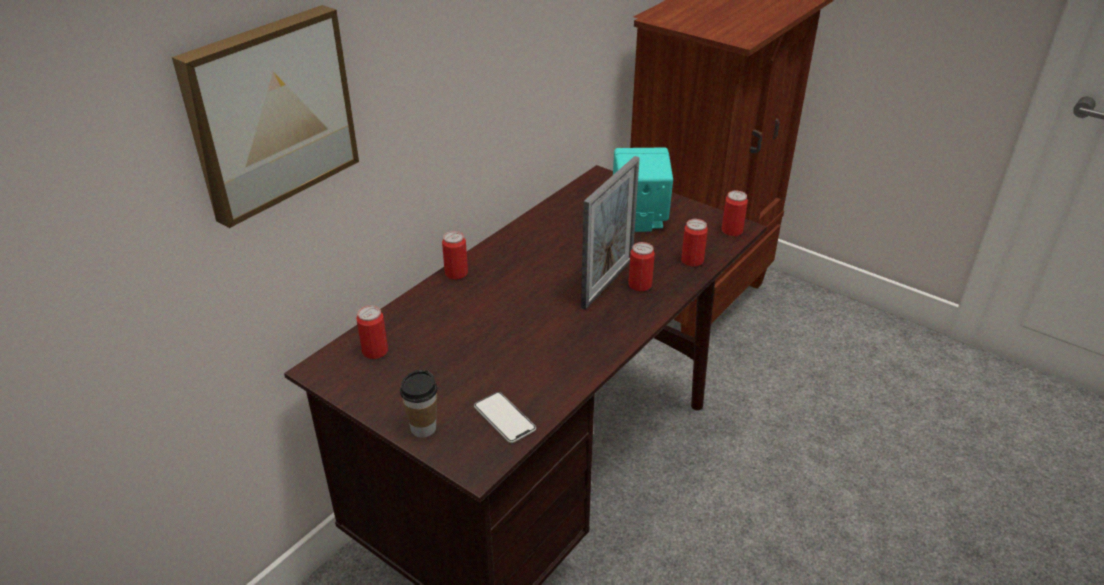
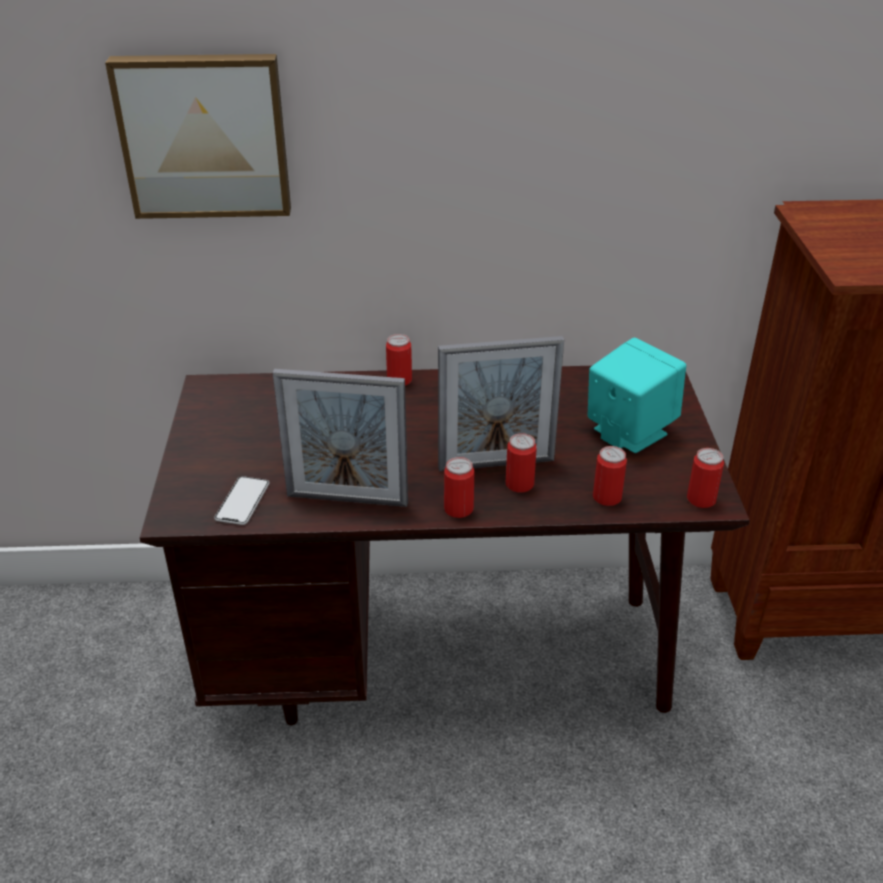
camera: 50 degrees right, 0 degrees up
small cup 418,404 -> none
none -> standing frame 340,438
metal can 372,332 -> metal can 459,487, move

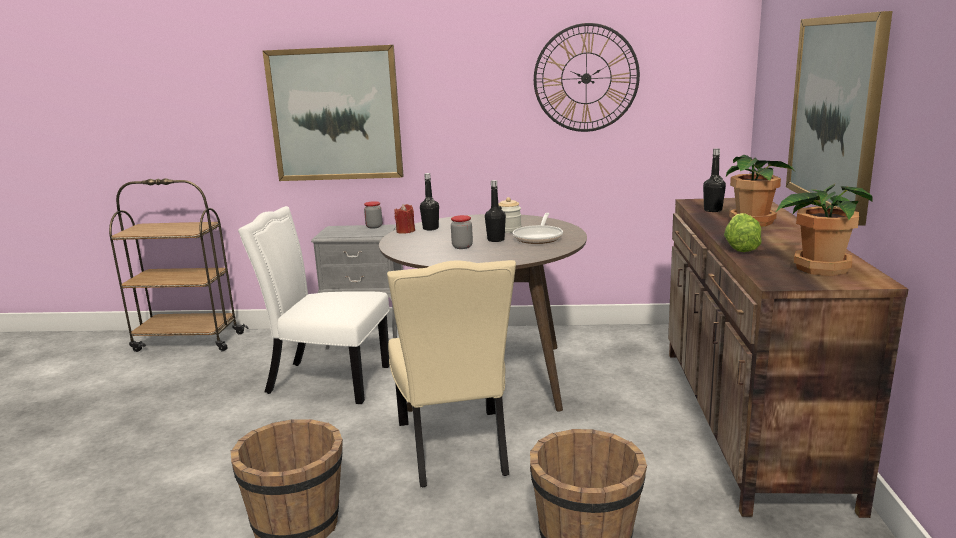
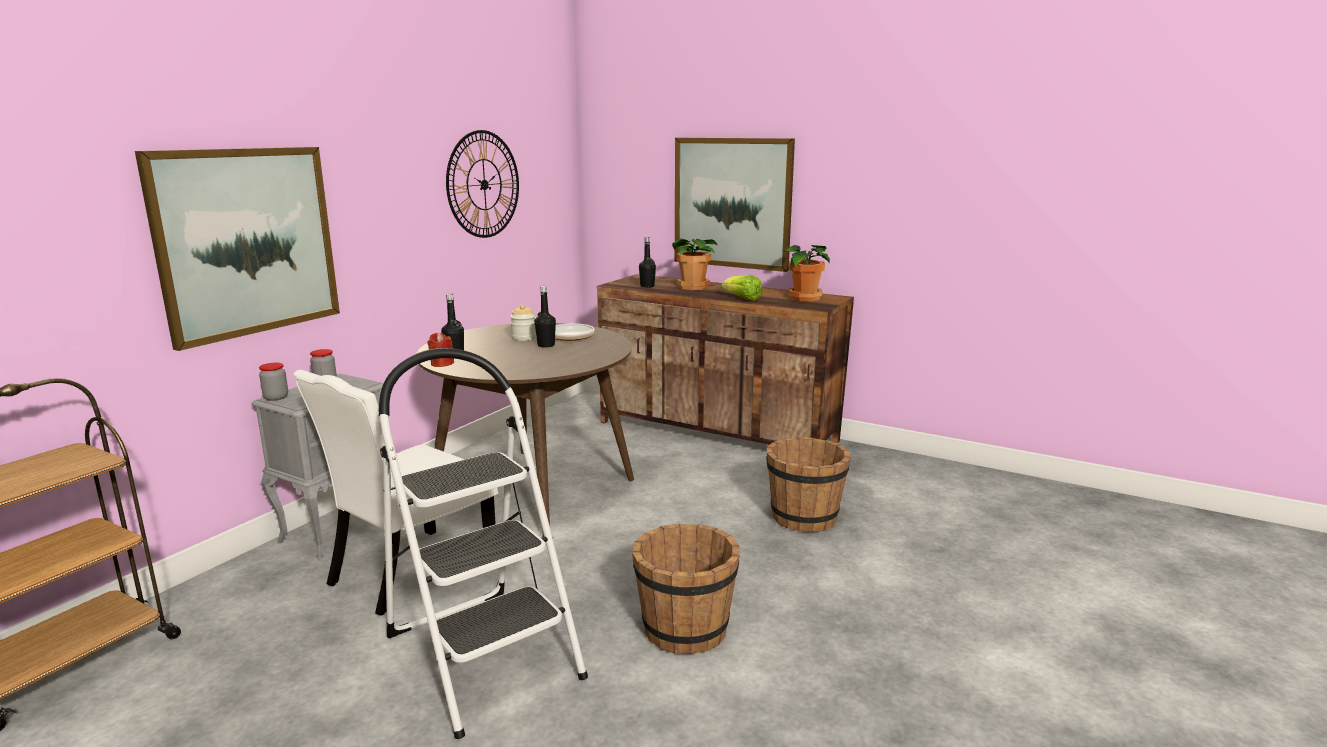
camera: 65 degrees left, 0 degrees up
plain chair (beige-coloured) 451,373 -> none
none -> step stool 483,543
jar 462,232 -> jar 273,382, move

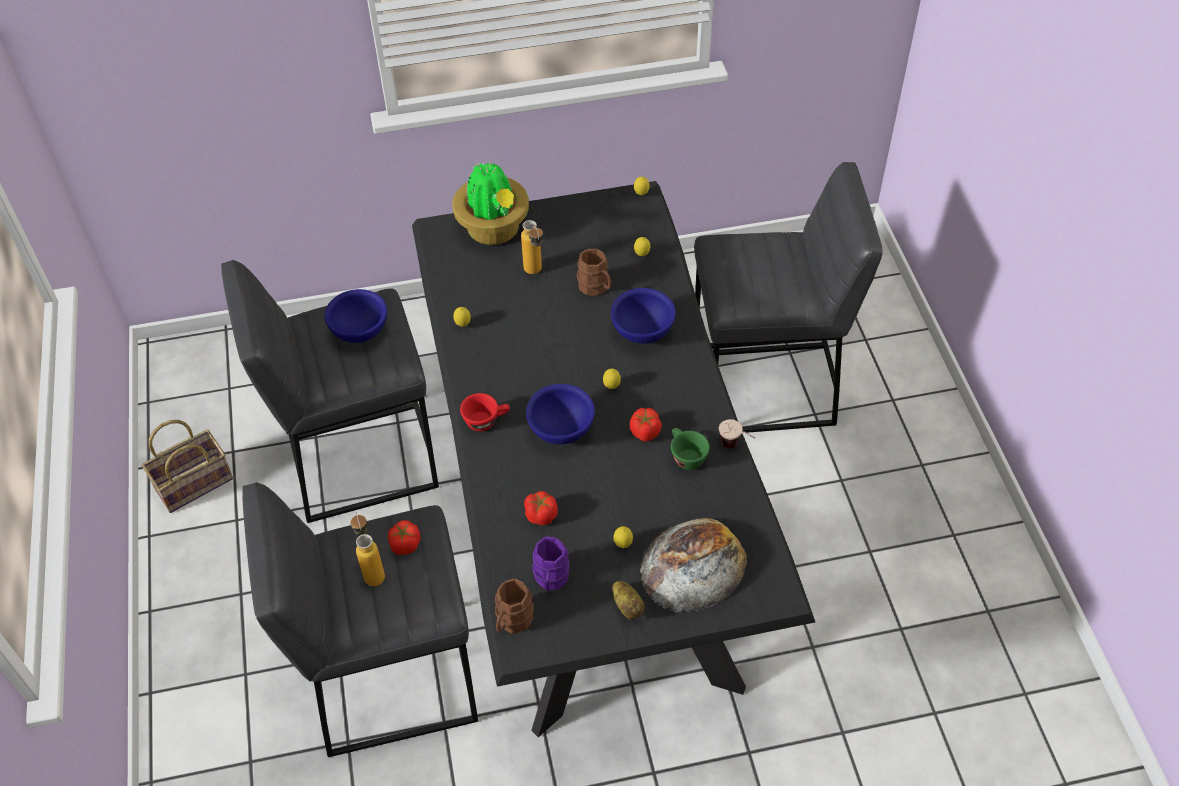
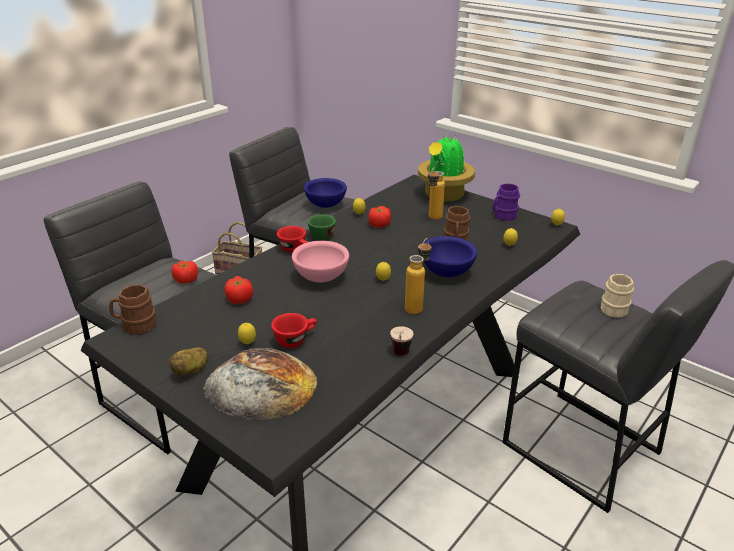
camera: 50 degrees right, 20 degrees down
none -> small cup (reddish) 294,330
none -> tea mug (beige-coloured) 617,296
bottle 368,549 -> bottle 418,276, move
tea mug (purple) 551,564 -> tea mug (purple) 506,202, move
fresh tomato 645,425 -> fresh tomato 380,217, move
small cup (green) 690,449 -> small cup (green) 322,227, move
bowl (blue) 560,414 -> bowl (pink) 320,261

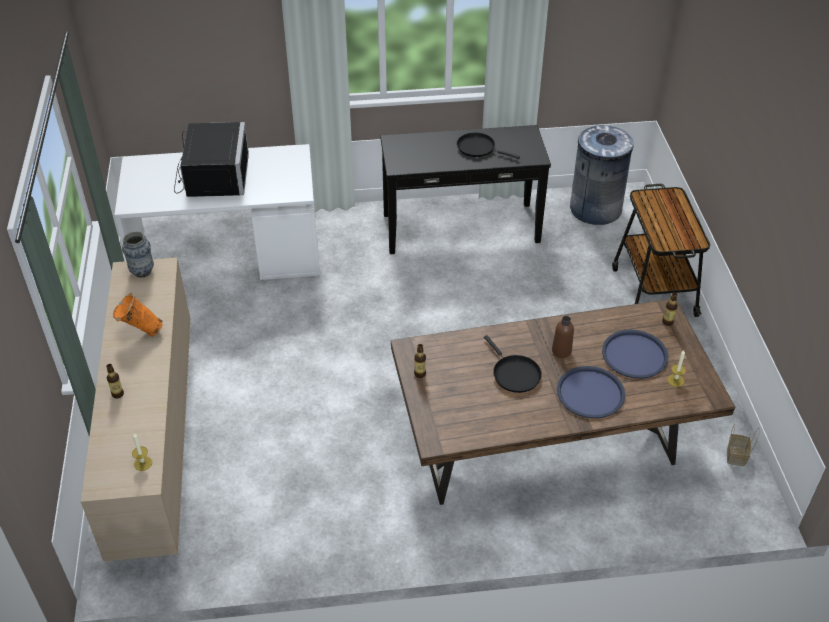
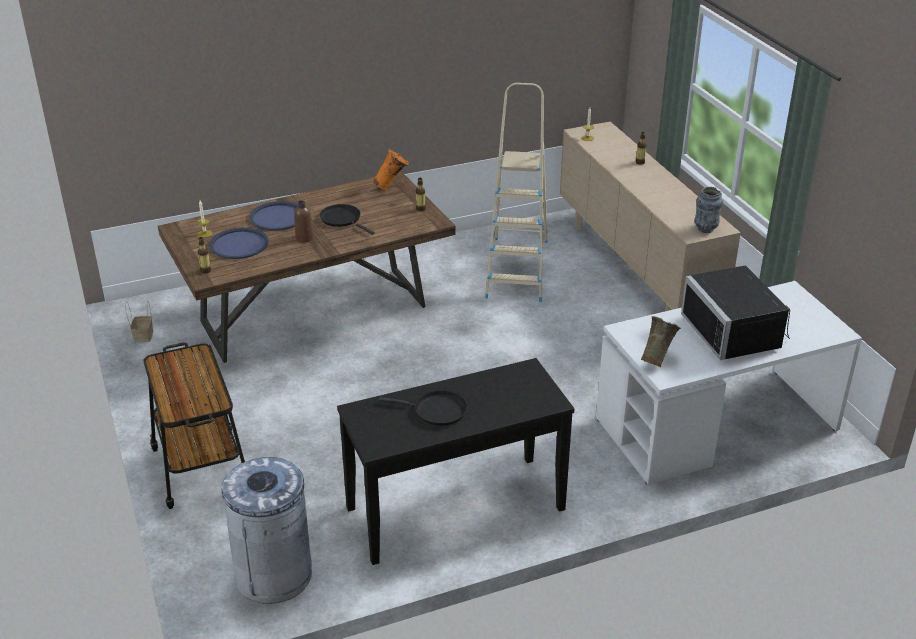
camera: 165 degrees right, 10 degrees down
none -> step stool (beige-coloured) 516,192
none -> vase (beige-coloured) 661,341
vase (orangey) 138,315 -> vase (orangey) 391,170, move

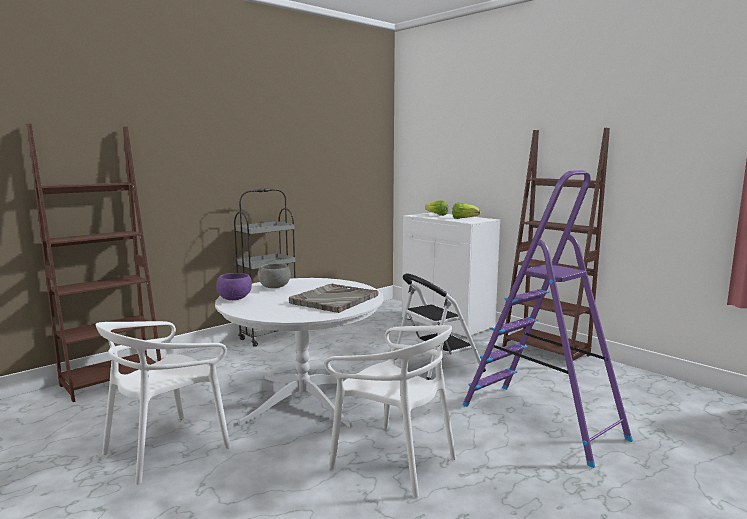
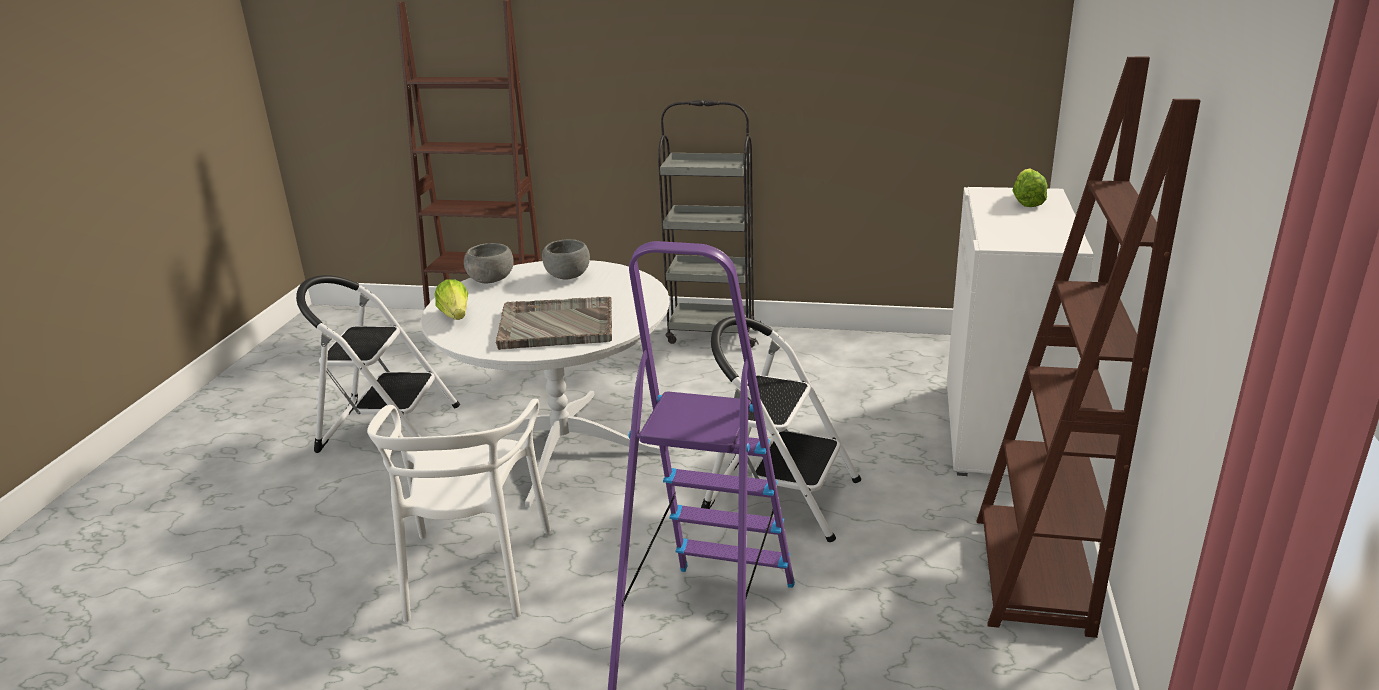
camera: 55 degrees right, 15 degrees up
lettuce 466,211 -> lettuce 451,299, move
plain chair (white) 163,402 -> step stool 378,364
bowl (purple) 234,286 -> bowl (gray) 489,263

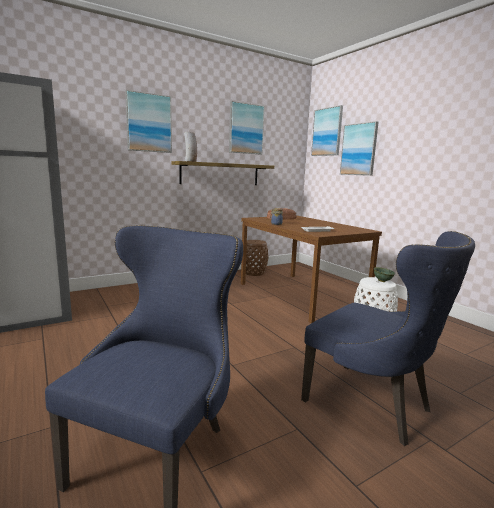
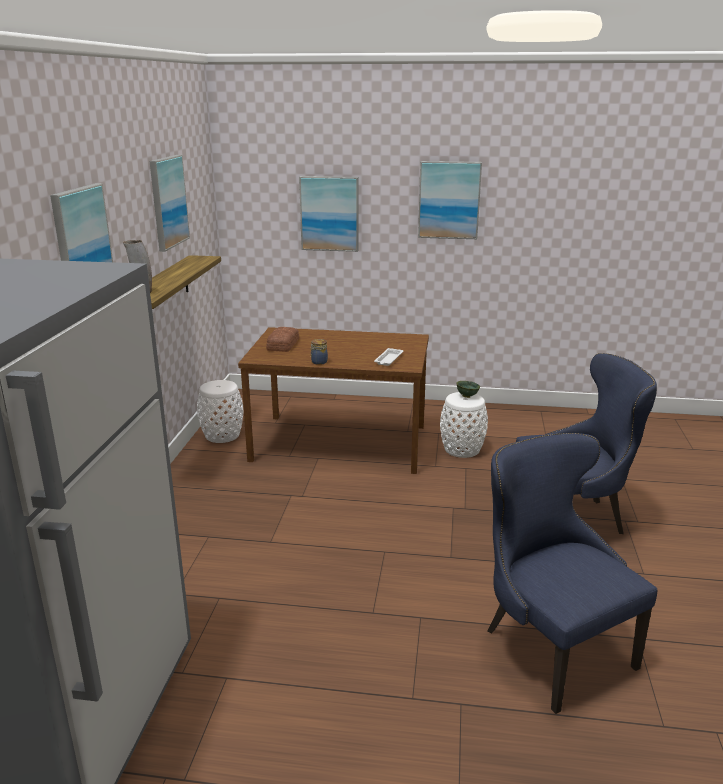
camera: 50 degrees left, 10 degrees up
wall picture 327,130 -> wall picture 450,200, move
stool seat (brown-coloured) 257,258 -> stool seat (white) 220,411

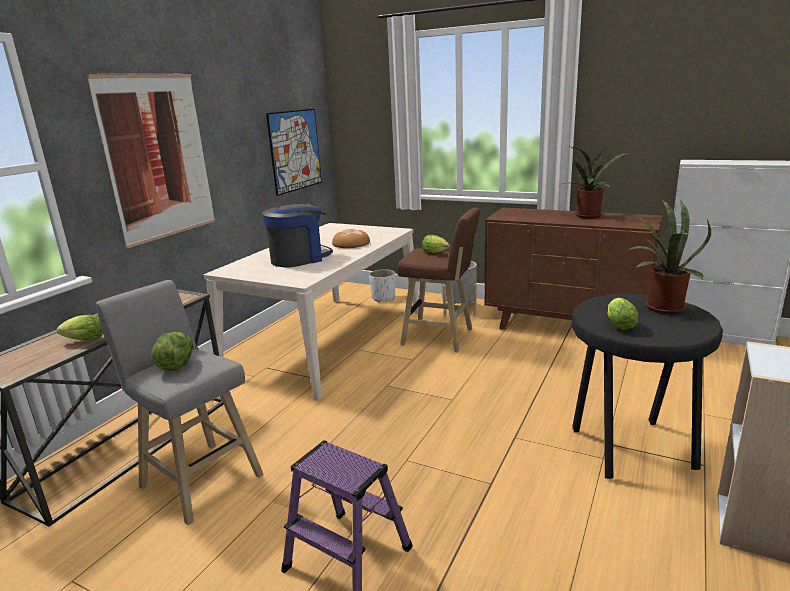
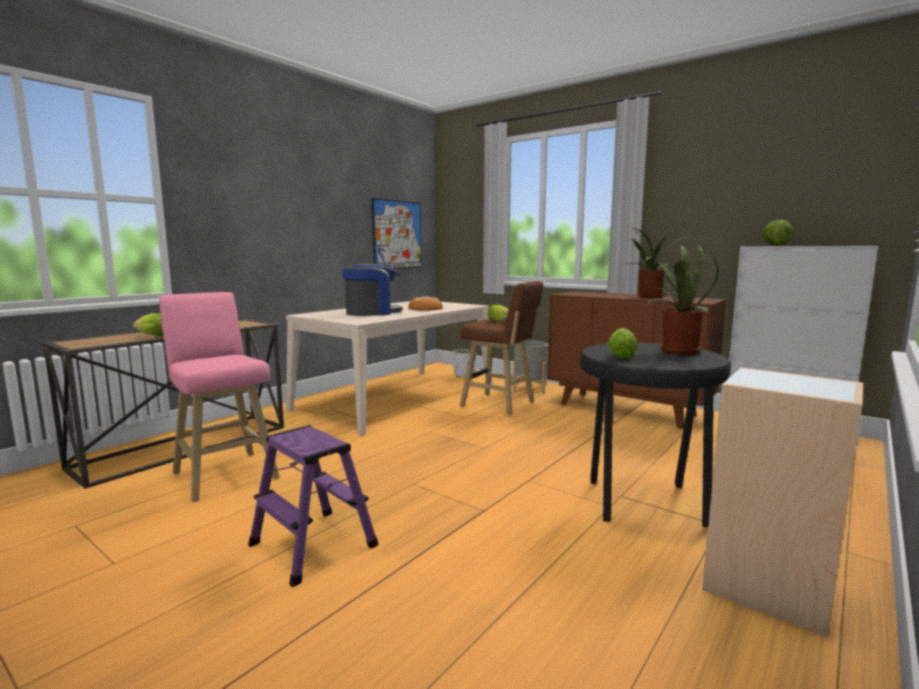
camera: 10 degrees right, 10 degrees down
wall picture 150,160 -> none
lettuce 172,351 -> lettuce 777,233, move
stool seat (gray) 180,402 -> stool seat (pink) 220,397

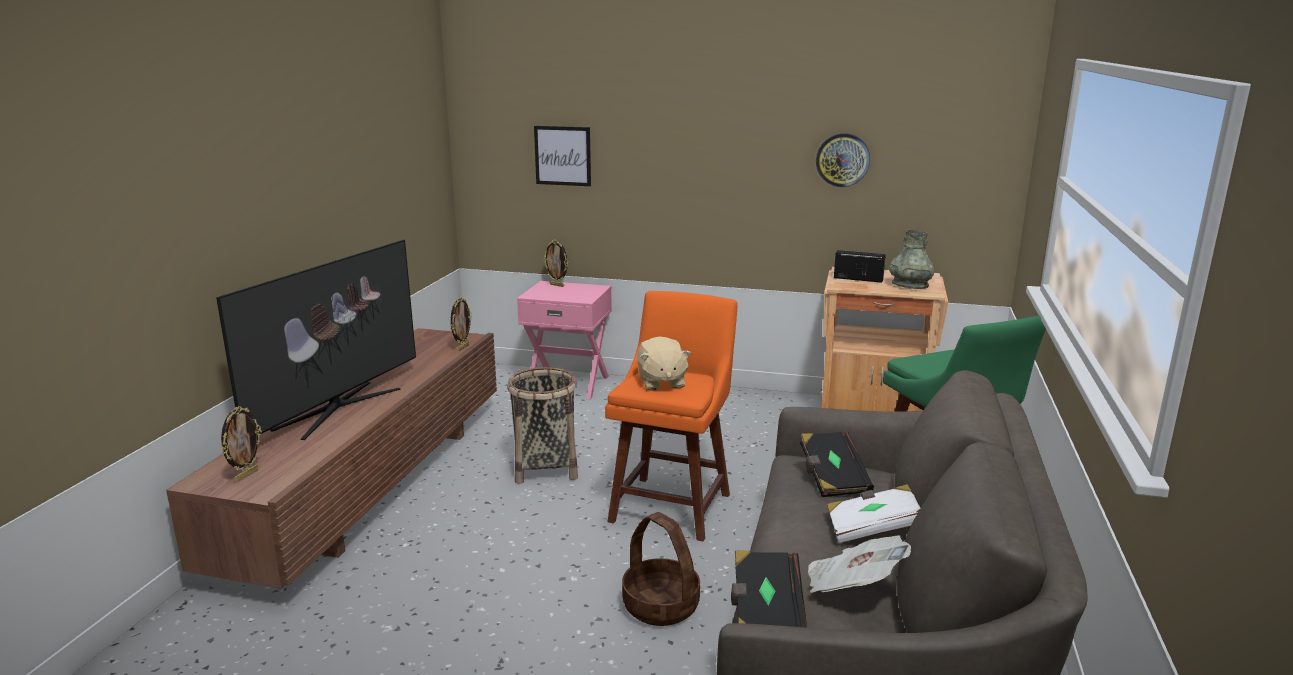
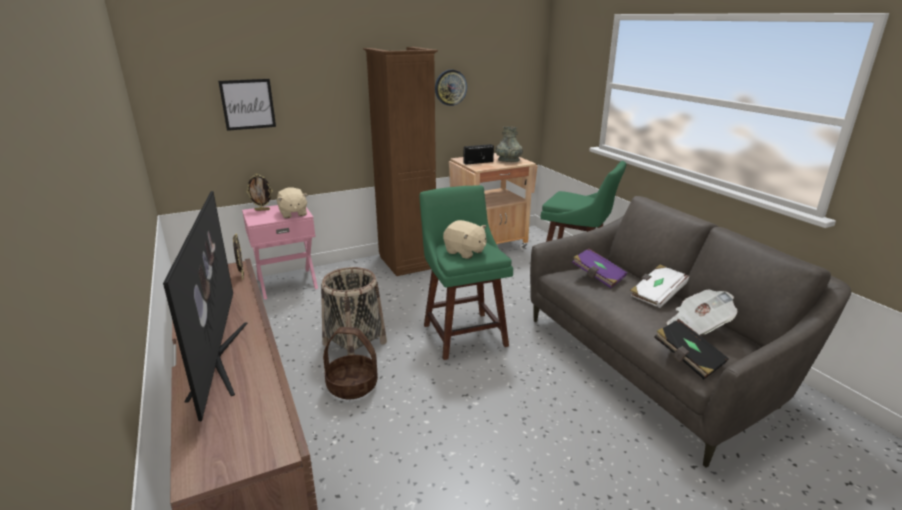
camera: 40 degrees left, 5 degrees up
standing frame 241,444 -> none
none -> plush toy (beige-coloured) 292,202
none -> cabinet (brown-coloured) 400,161
household basket 661,569 -> household basket 350,363, move
stool seat (orangey) 671,416 -> stool seat (green) 466,272
book (black) 837,464 -> book (purple) 599,268

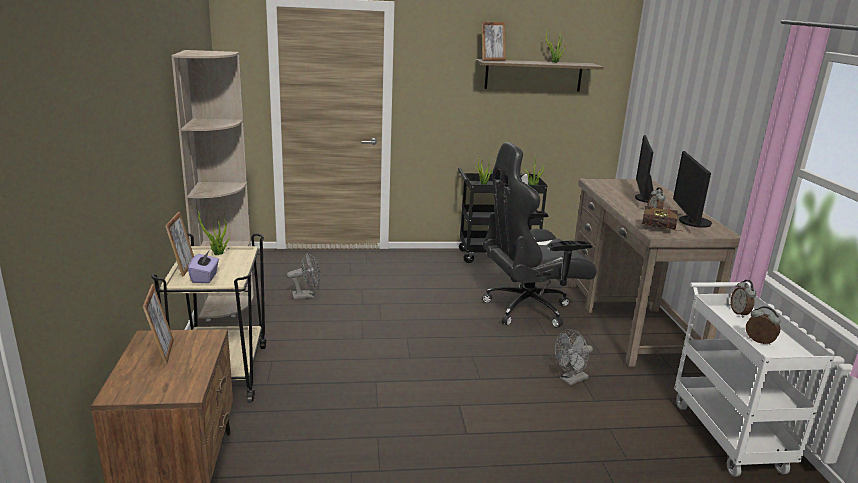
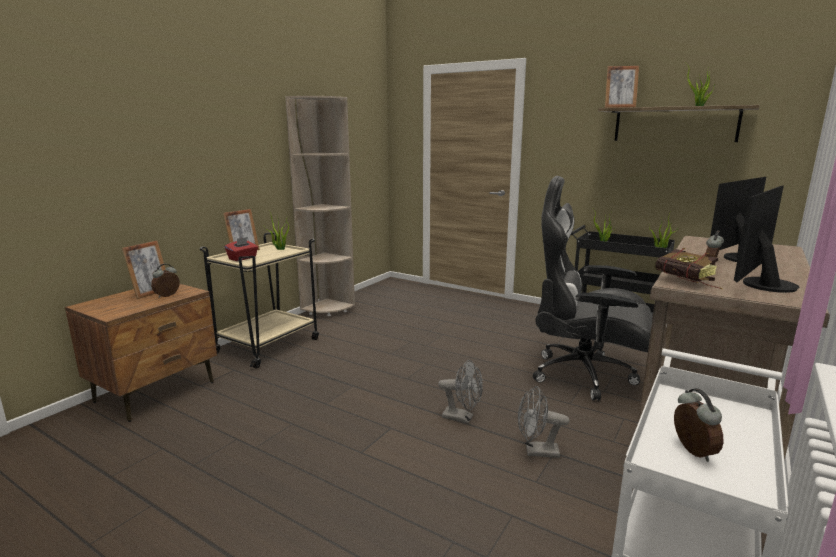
camera: 40 degrees right, 5 degrees down
fan (gray) 303,276 -> fan (gray) 460,392, move
alarm clock 744,299 -> alarm clock 165,280, move
tissue holder (purple) 203,267 -> tissue holder (reddish) 241,249

